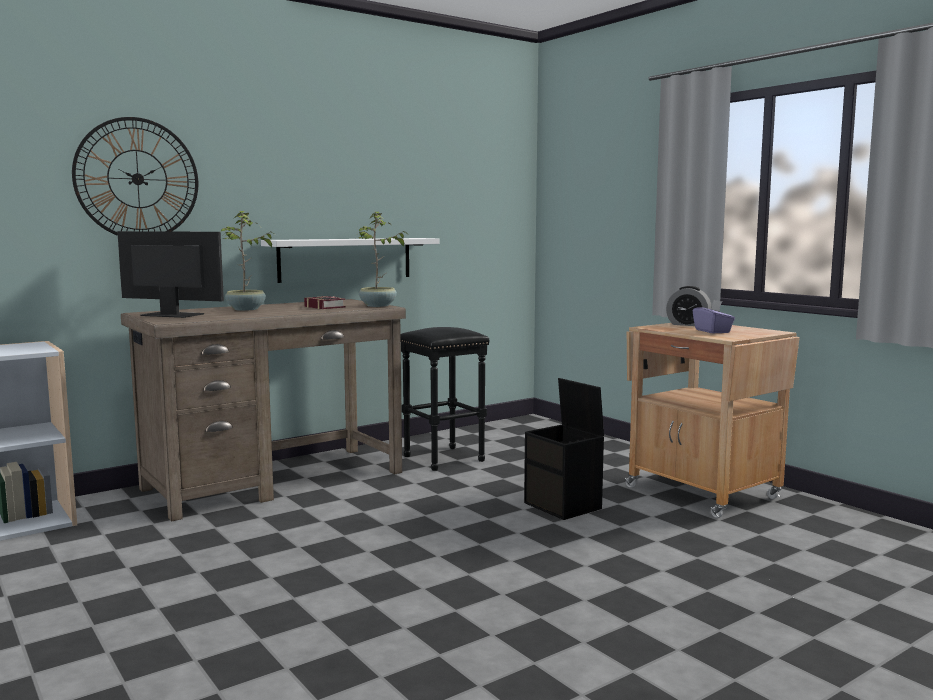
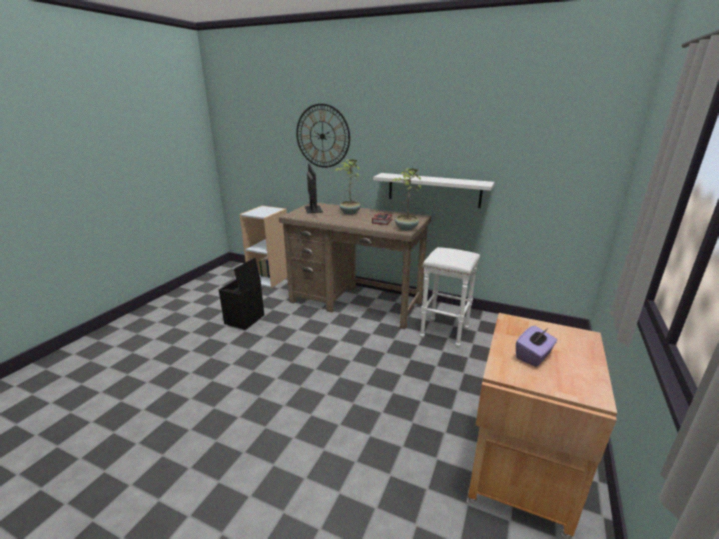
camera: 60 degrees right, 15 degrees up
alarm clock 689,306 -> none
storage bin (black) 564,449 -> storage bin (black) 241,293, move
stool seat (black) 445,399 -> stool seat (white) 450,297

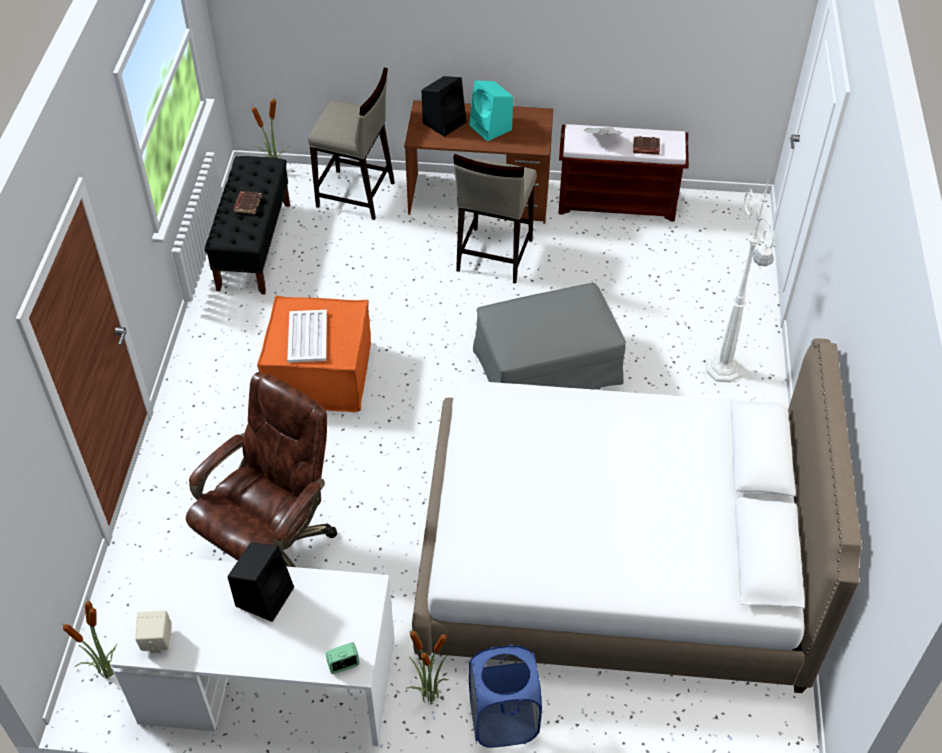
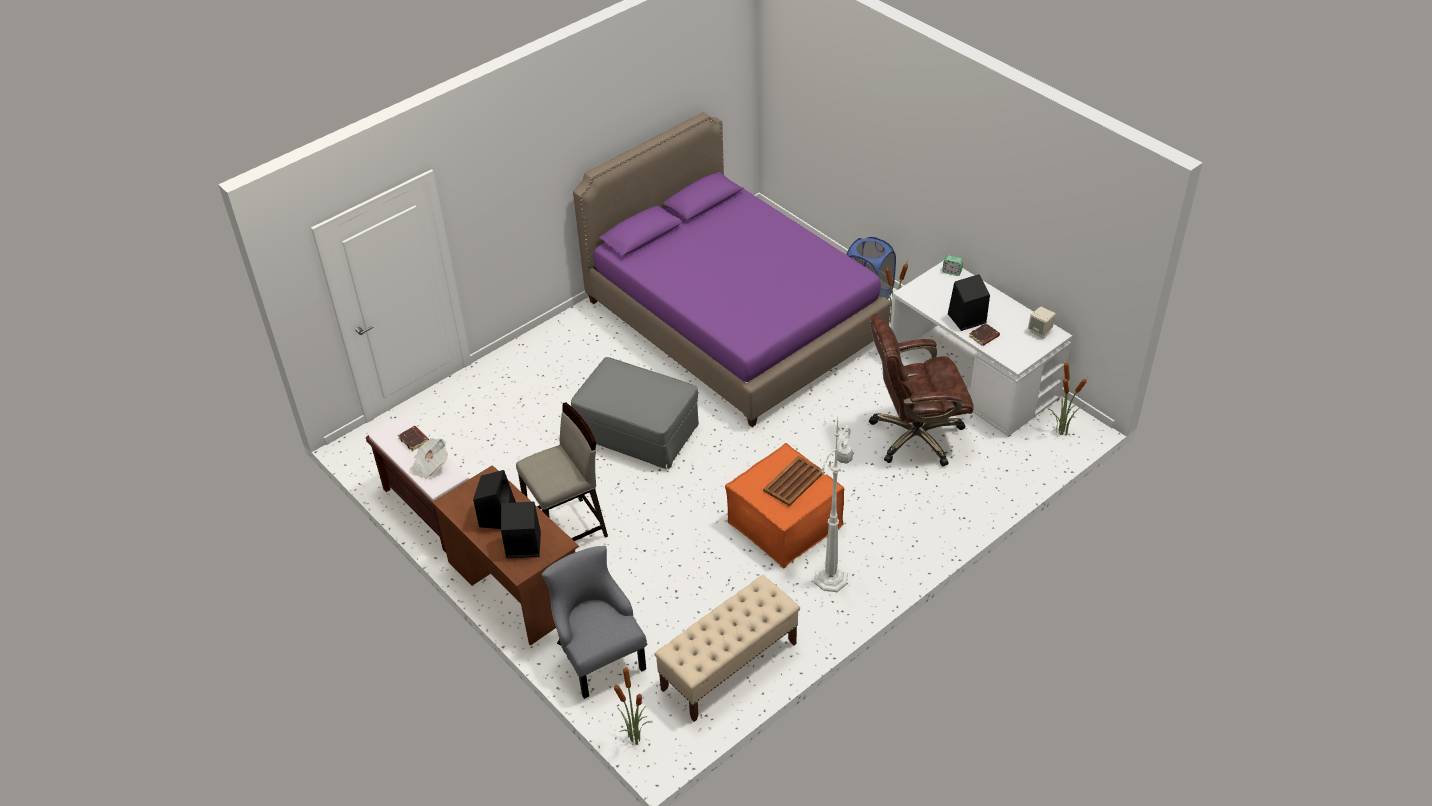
camera: 135 degrees left, 5 degrees down
book (brown-coloured) 247,202 -> book (brown-coloured) 984,334, move
standard lamp (white) 740,280 -> standard lamp (white) 833,505, move
stool seat (beige-coloured) 351,143 -> easy chair (gray) 594,622
bench (black) 247,225 -> bench (beige-coloured) 727,648
tray (white) 307,336 -> tray (brown-coloured) 792,481
bedroom bed (white) 637,515 -> bedroom bed (purple) 732,269
audio speaker (turquoise-coloured) 491,111 -> audio speaker (black) 494,499

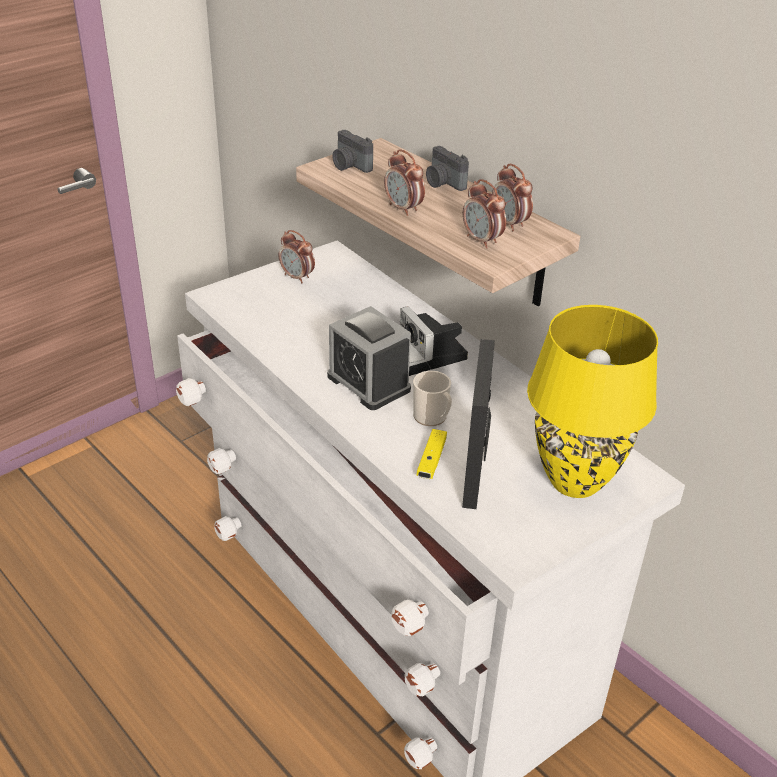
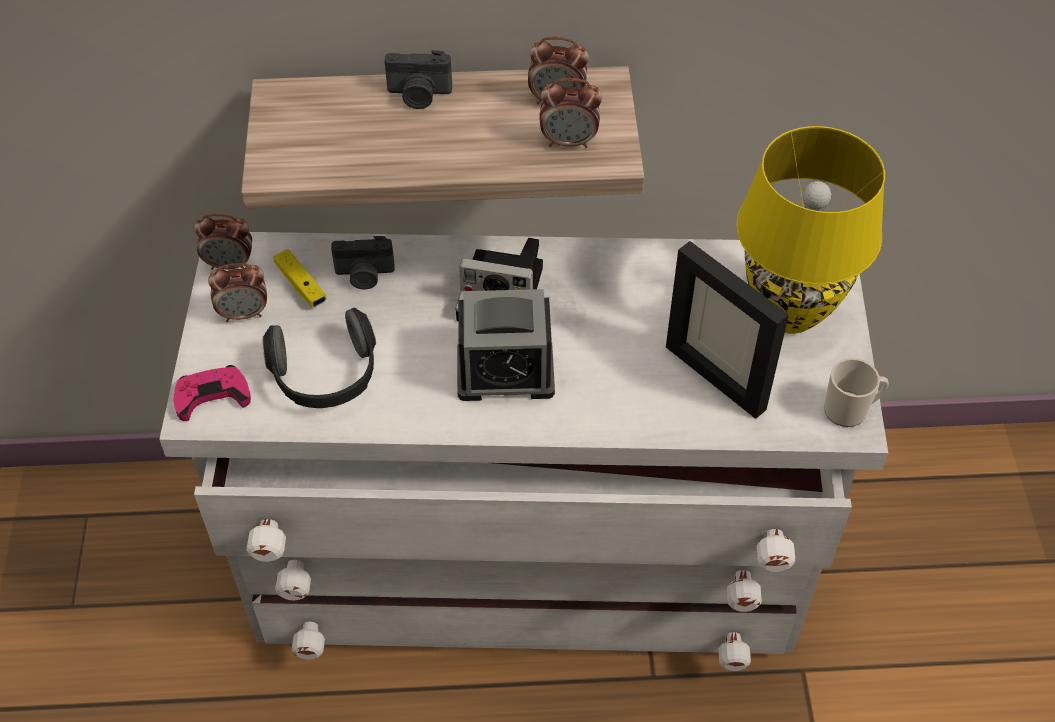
camera: 50 degrees left, 15 degrees up
none -> gamepad (pink) 212,393
none -> headset 319,358
still camera 352,151 -> still camera 362,262, move
alarm clock 404,182 -> alarm clock 223,242, move
tea mug 432,398 -> tea mug 856,392, move
gamepad (yellow-coloured) 432,454 -> gamepad (yellow-coloured) 300,278, move

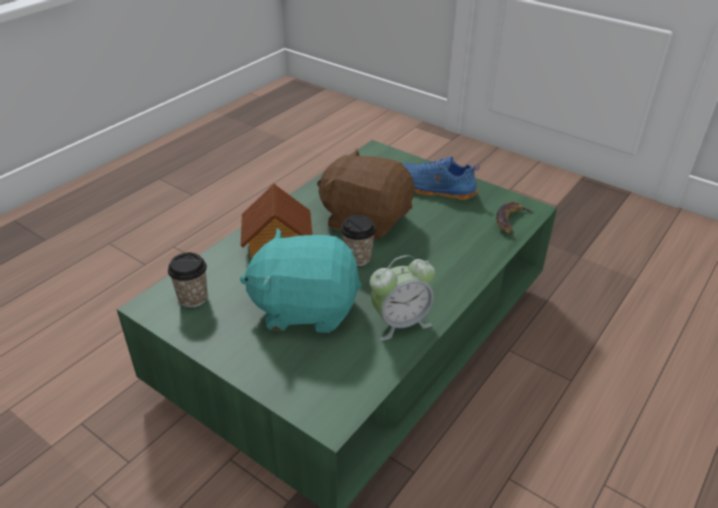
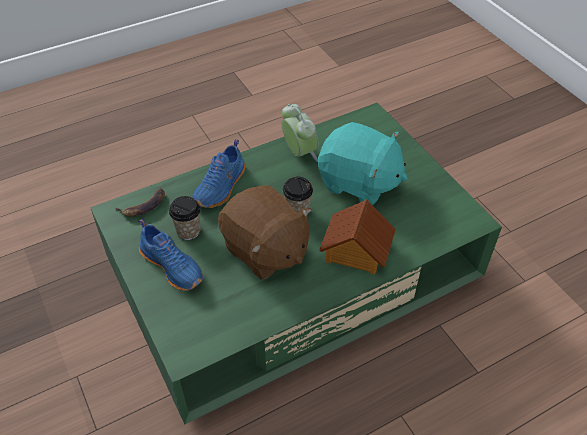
camera: 155 degrees left, 10 degrees up
none -> shoe (blue) 218,173
small cup 188,280 -> small cup 185,218, move
alarm clock 402,297 -> alarm clock 300,133, 60 degrees clockwise

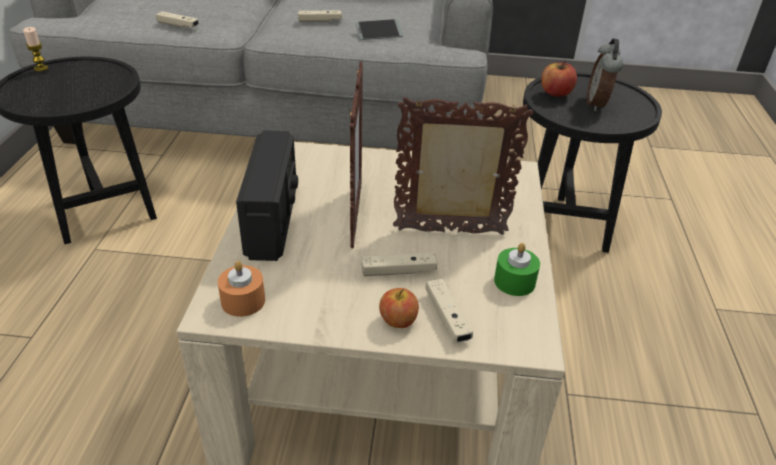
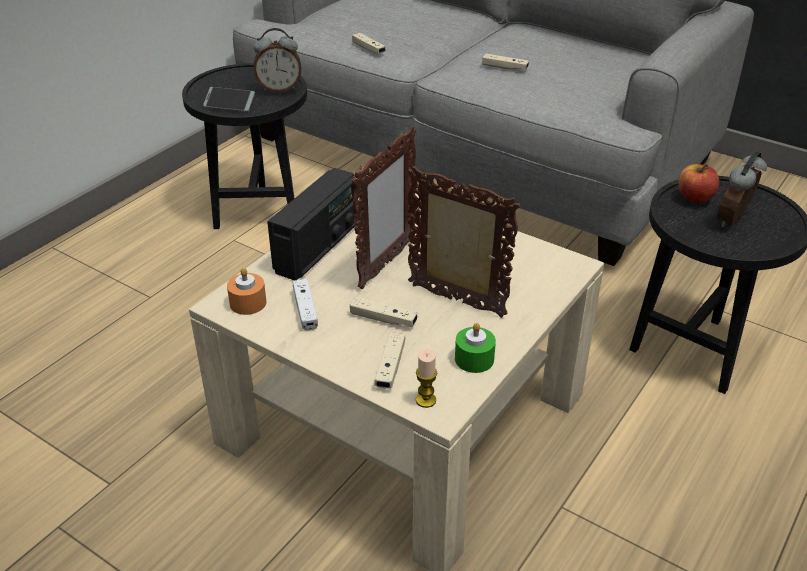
camera: 30 degrees right, 0 degrees up
apple fruit 399,308 -> none
none -> alarm clock 277,60
none -> gamepad (white) 305,304
wax candle 36,49 -> wax candle 426,378, move
handset 379,29 -> handset 229,99, move

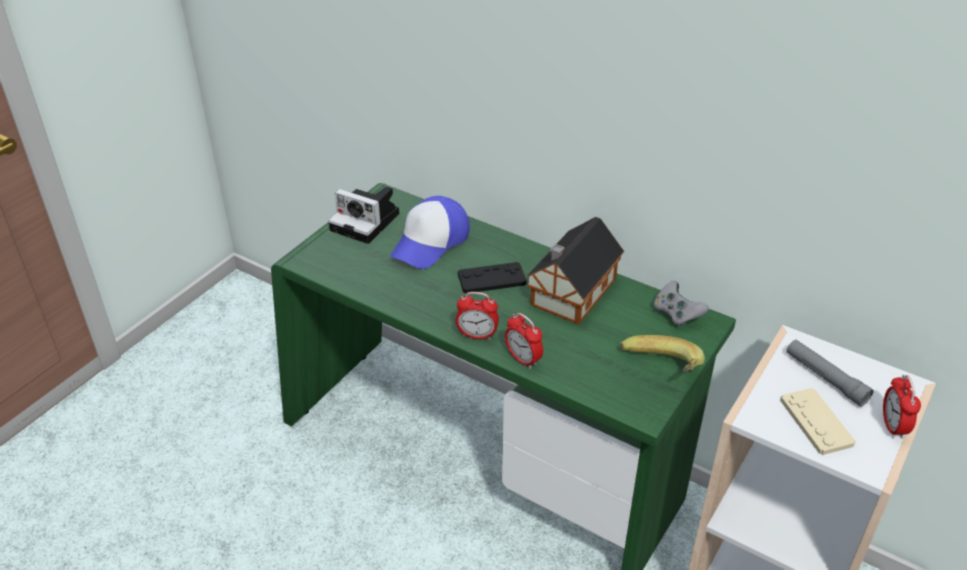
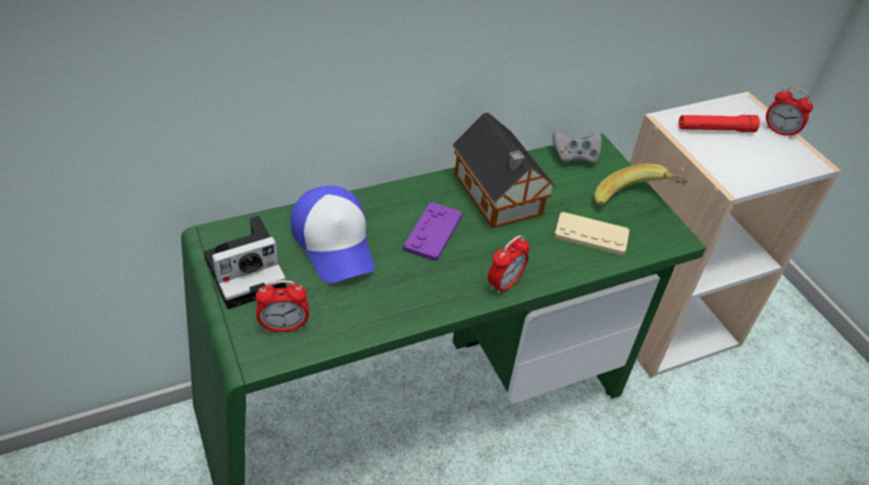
camera: 60 degrees left, 5 degrees up
alarm clock 524,341 -> alarm clock 282,306, move
gamepad (beige-coloured) 817,421 -> gamepad (beige-coloured) 591,233, move
gamepad (black) 492,278 -> gamepad (purple) 432,231
torch (gray) 830,373 -> torch (reddish) 719,123

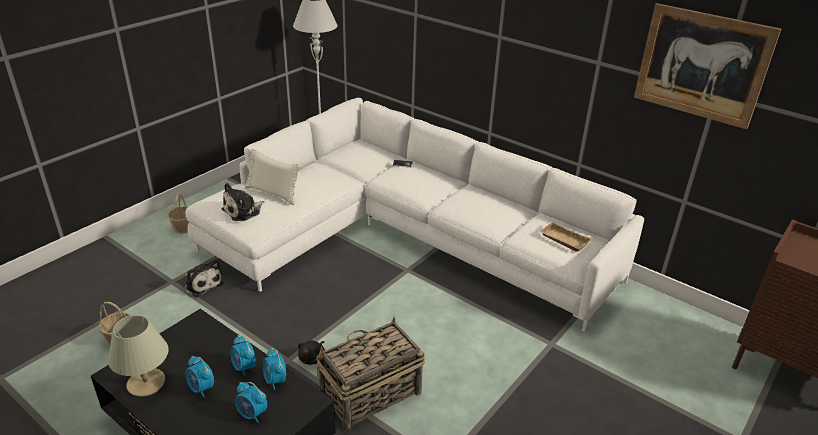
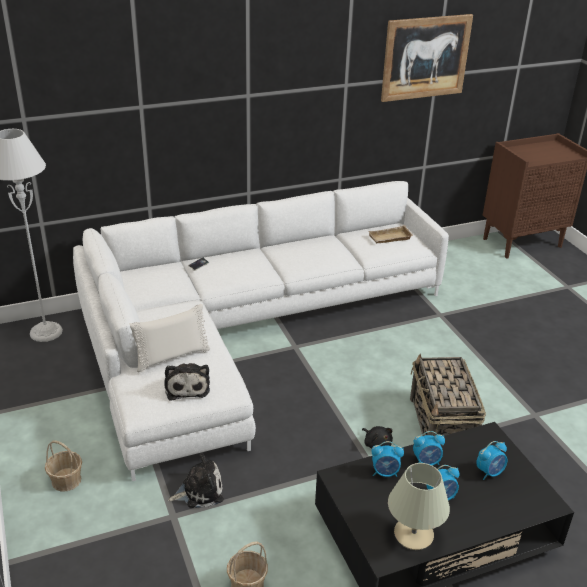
camera: 60 degrees left, 0 degrees up
alarm clock 274,368 -> alarm clock 388,459, move

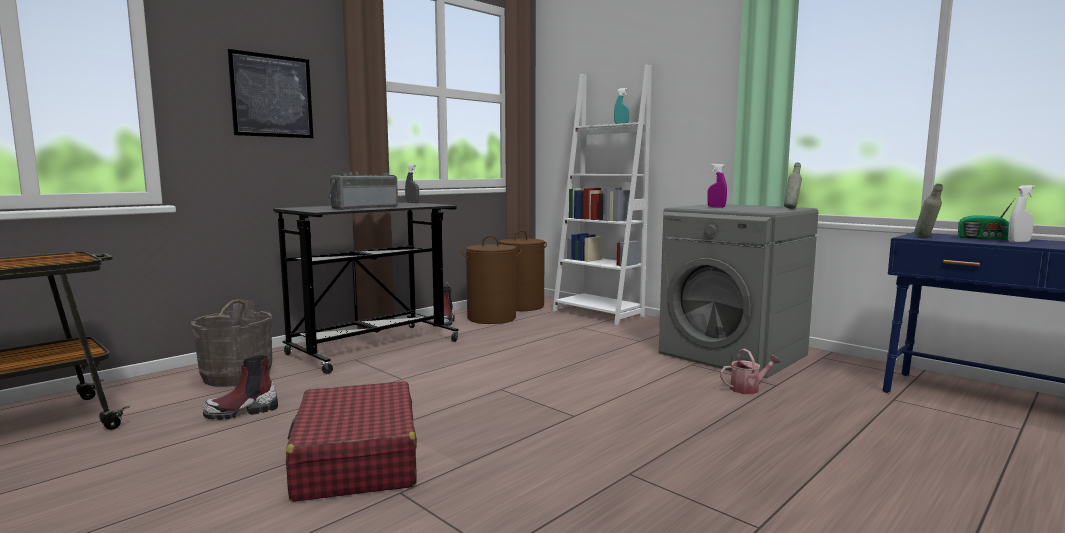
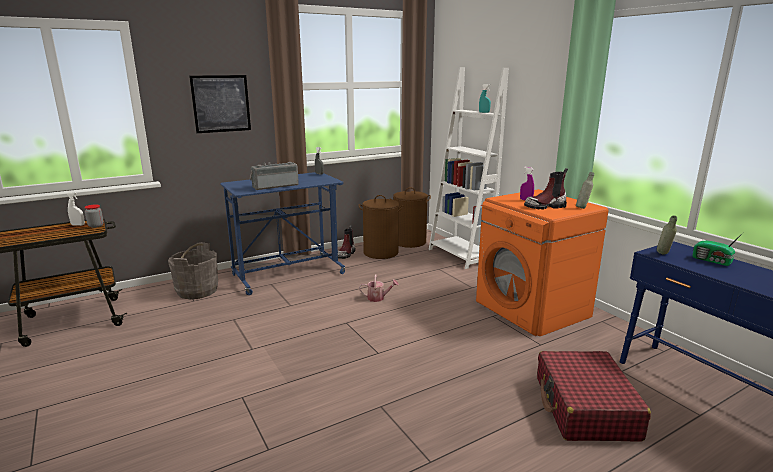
camera: 15 degrees right, 10 degrees up
none -> jar 94,216
tall boot 240,384 -> tall boot 546,189, move
suitcase (reddish) 351,441 -> suitcase (reddish) 594,396, move
watering can 750,371 -> watering can 379,288, move
spray bottle (white) 1021,213 -> spray bottle (white) 76,209, move
desk table (black) 366,288 -> desk table (blue) 282,233
laundry machine (gray) 738,291 -> laundry machine (orangey) 542,262

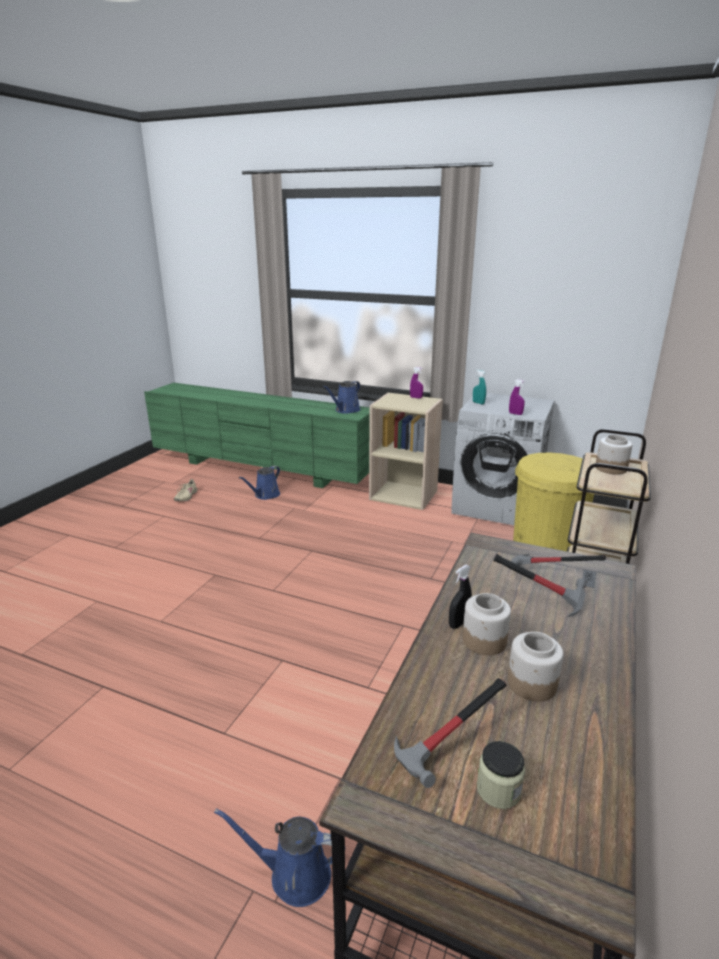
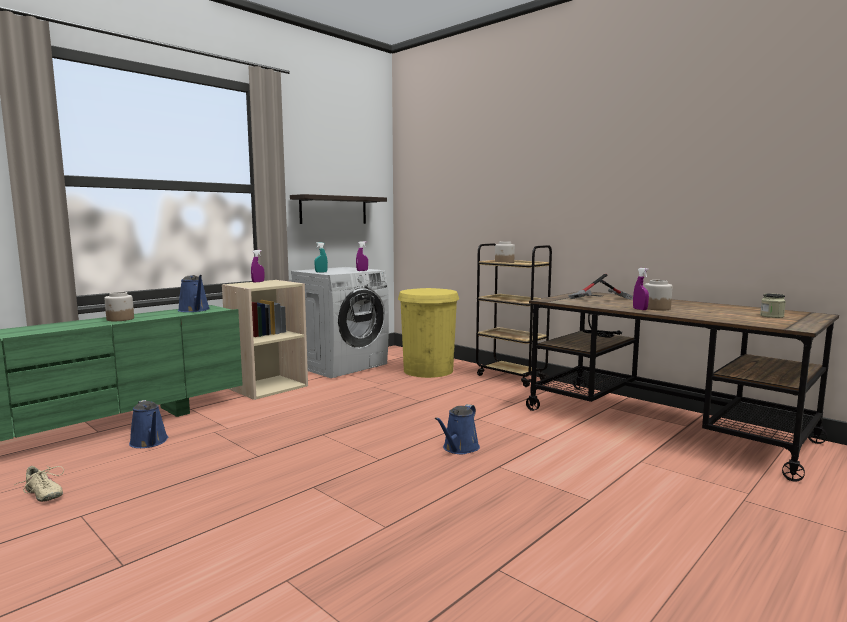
camera: 70 degrees left, 15 degrees down
hand hammer 450,733 -> none
none -> bracket shelf 338,209
watering can (blue) 273,857 -> watering can (blue) 457,429, move
jar 535,667 -> jar 119,306, move
spray bottle (black) 460,596 -> spray bottle (purple) 641,289

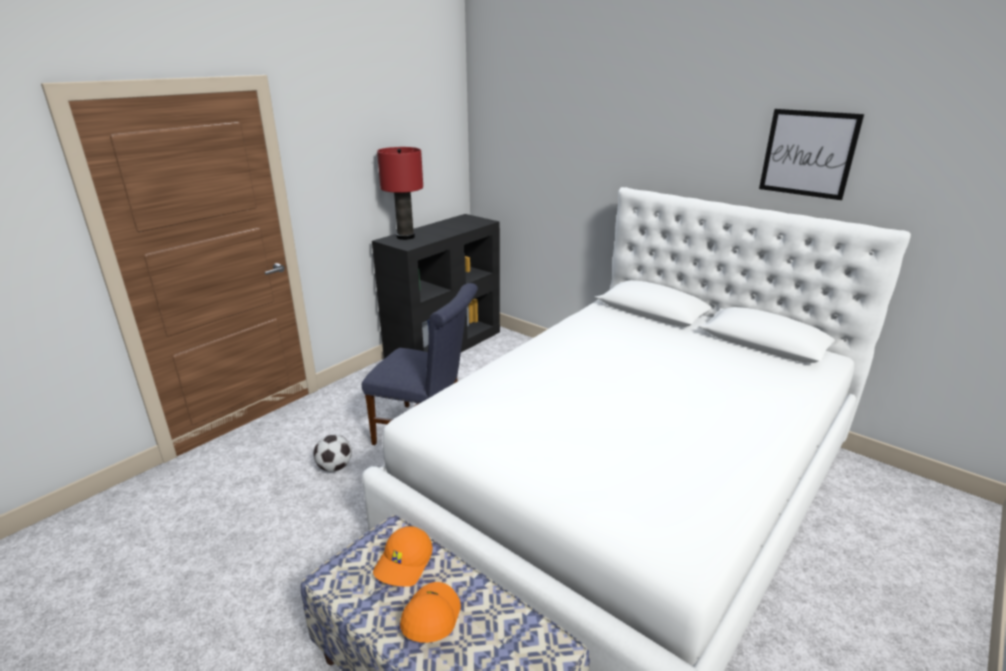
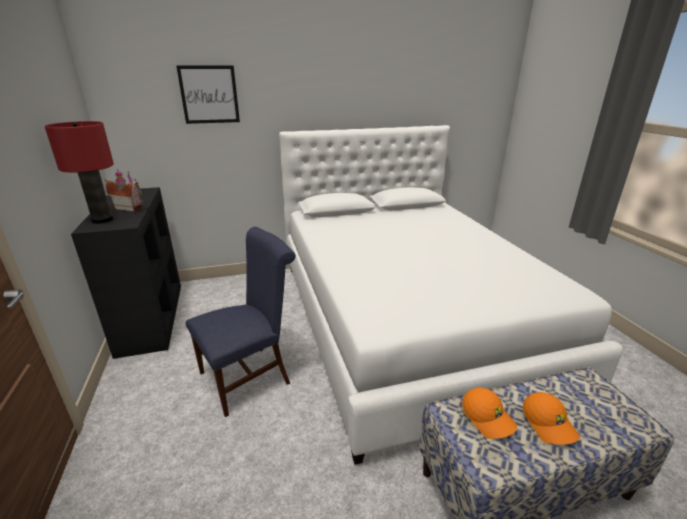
camera: 55 degrees left, 0 degrees up
ball for football 333,453 -> none
none -> miniature house 124,190
wall picture 811,154 -> wall picture 208,94, move
baseball cap (orangey) 430,612 -> baseball cap (orangey) 551,418, 150 degrees counterclockwise

